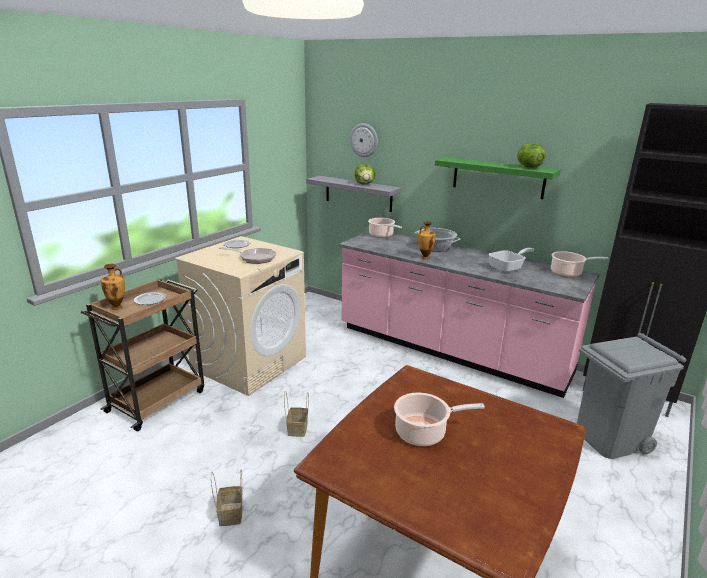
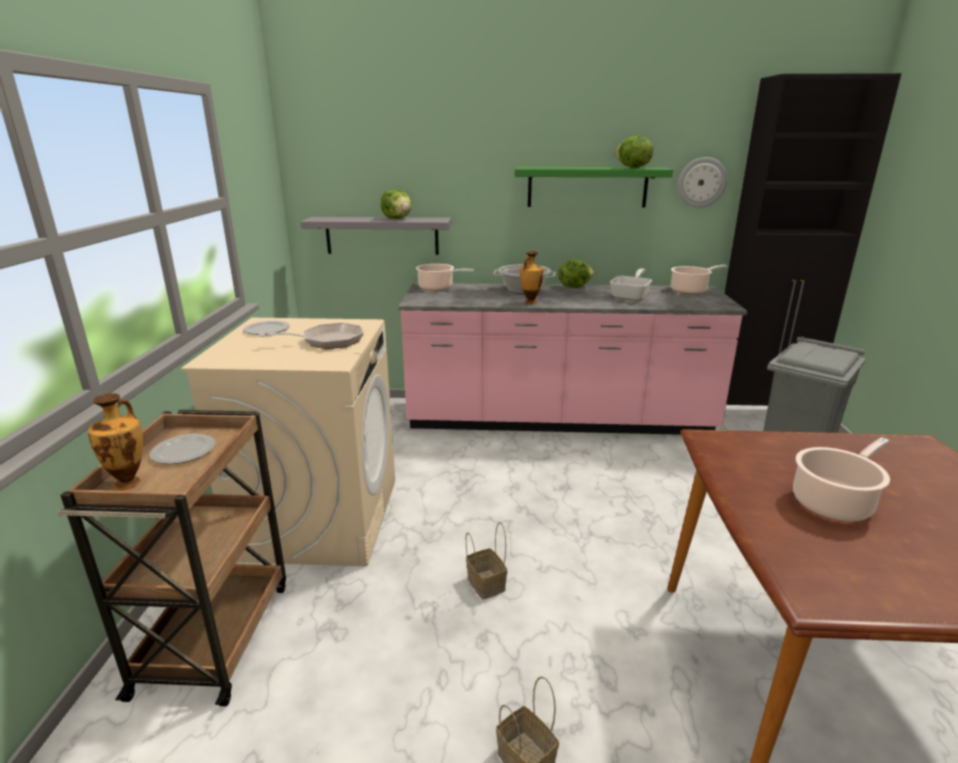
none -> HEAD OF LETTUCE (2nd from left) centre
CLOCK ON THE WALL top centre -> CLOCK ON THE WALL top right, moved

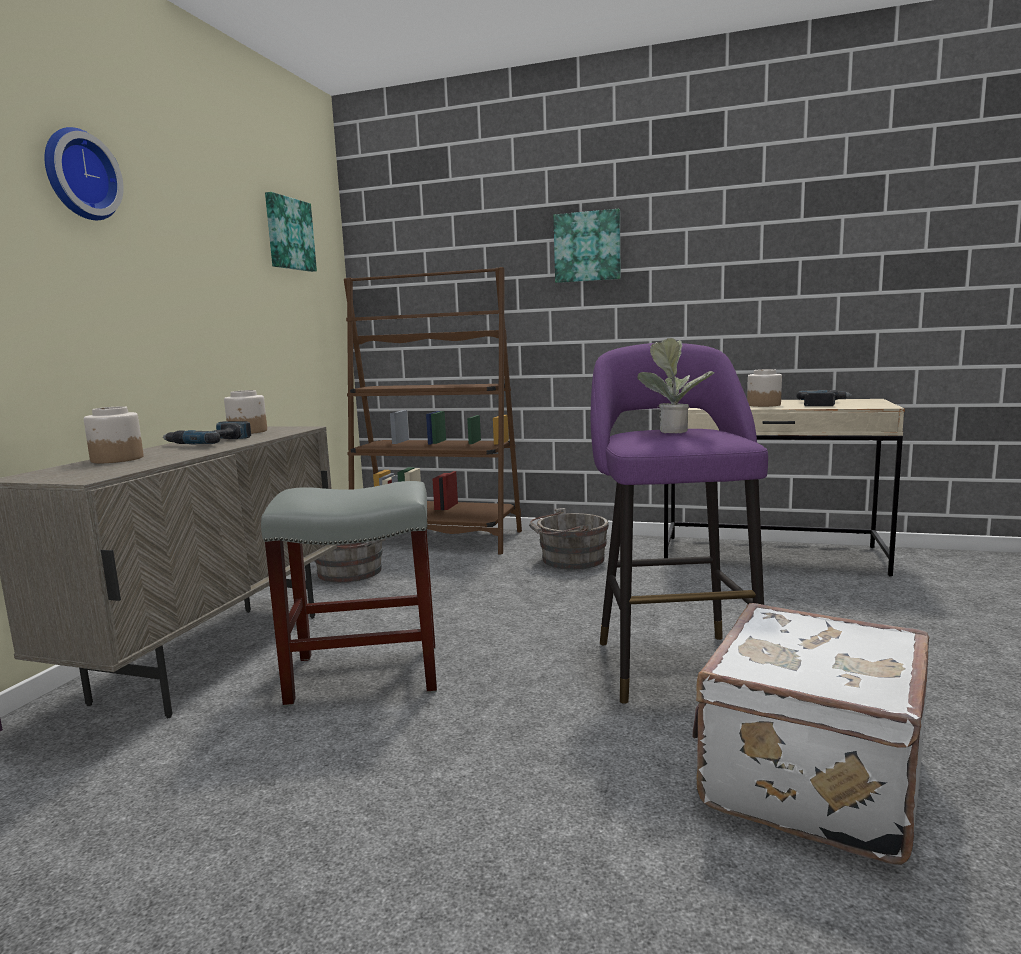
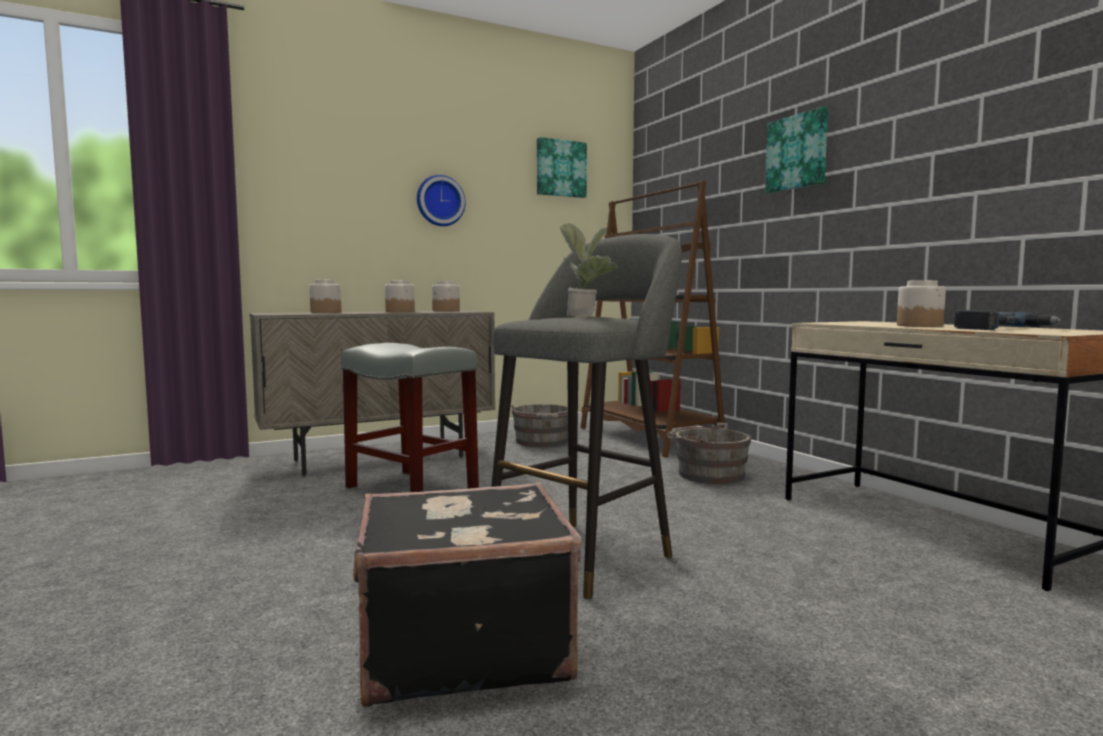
CLOCK ON THE WALL top left -> CLOCK ON THE WALL top centre, moved
POWER DRILL (1st from left) middle left -> JAR (2nd from left) centre
PURPLISH SITTING STOOL centre -> GREY SITTING STOOL (2nd from left) centre
WHITE TRAVEL CASE bottom right -> BLACKISH TRAVEL CASE bottom centre

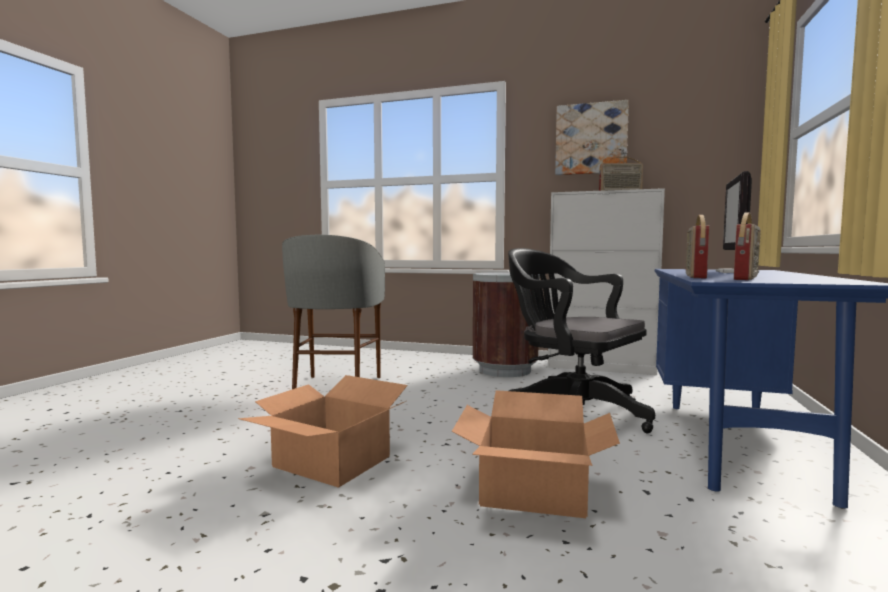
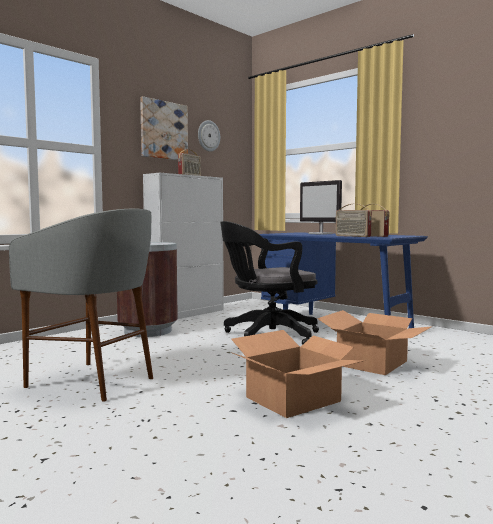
none -> CLOCK ON THE WALL top centre

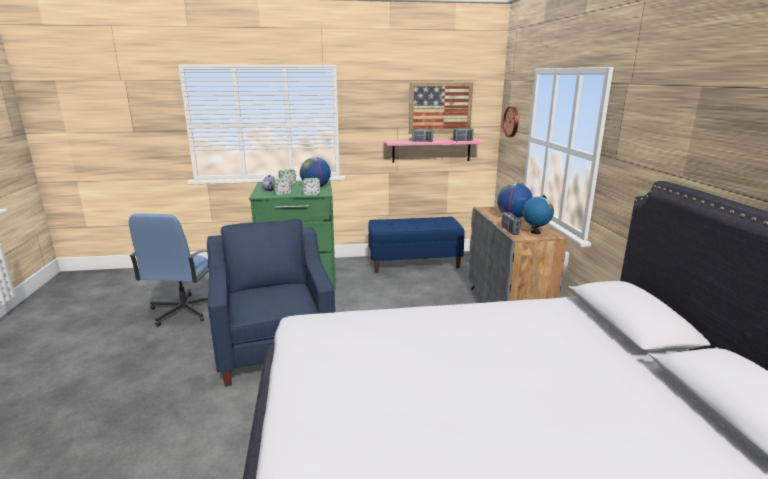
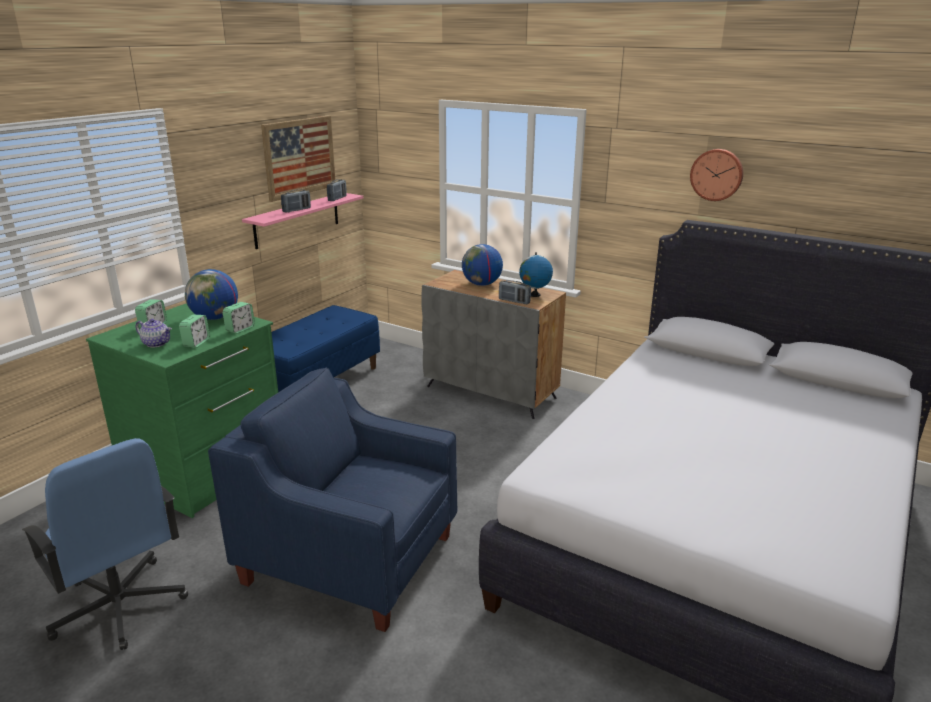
CLOCK ON THE WALL top centre -> CLOCK ON THE WALL top right, moved

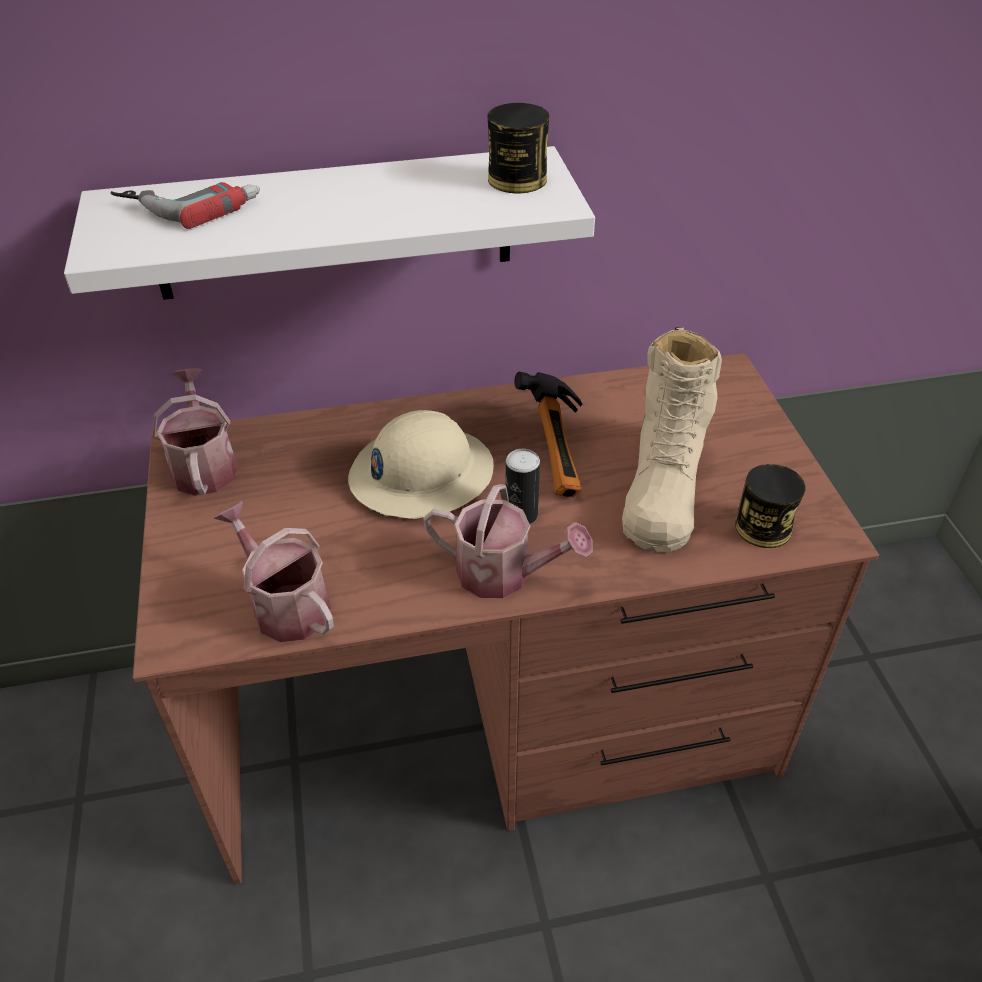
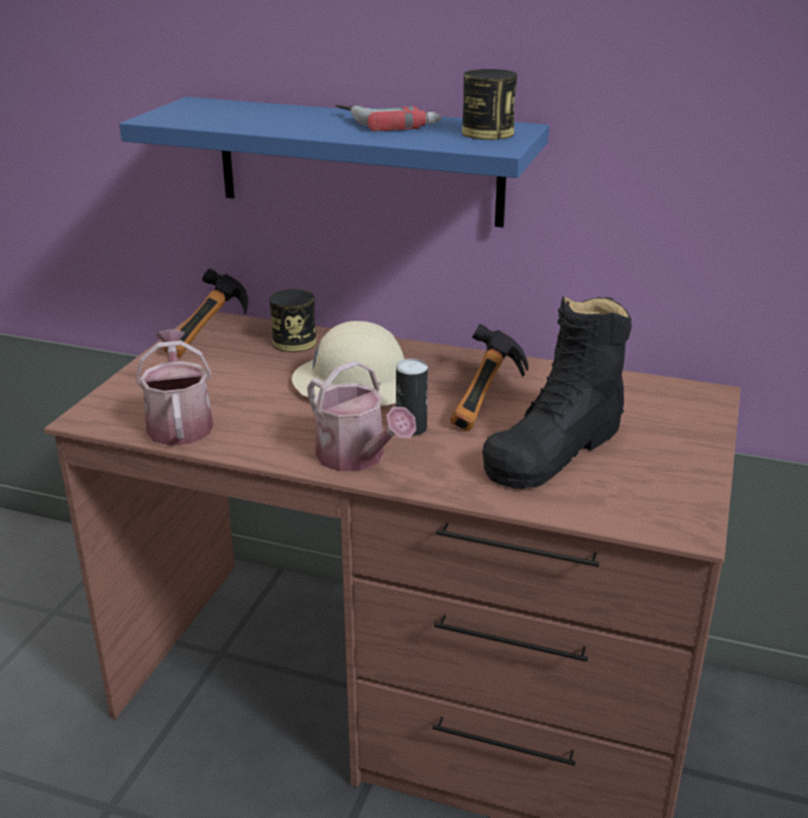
POWER DRILL top left -> POWER DRILL top centre, moved
SEALED CAN (3rd from left in the first image) middle right -> SEALED CAN (1st from left) centre, moved
WATERING POT (1st from left) middle left -> HAMMER (1st from left) middle left
WHITE WALL SHELF top centre -> BLUISH WALL SHELF top centre
BEIGE-COLOURED HIGH-TOP BOOT middle right -> BLACKISH HIGH-TOP BOOT middle right

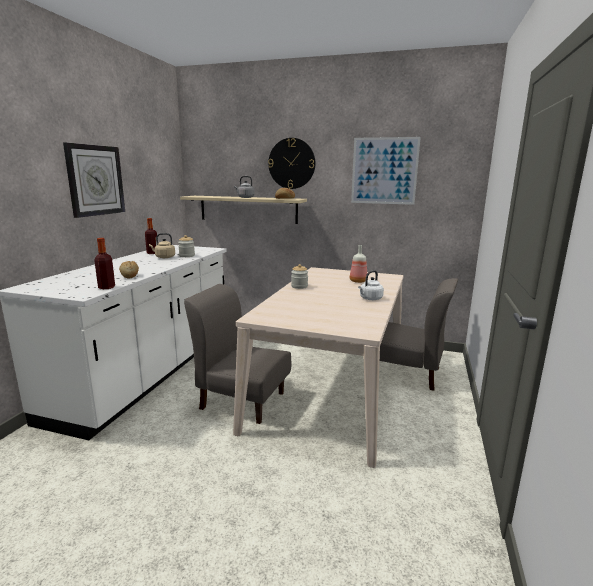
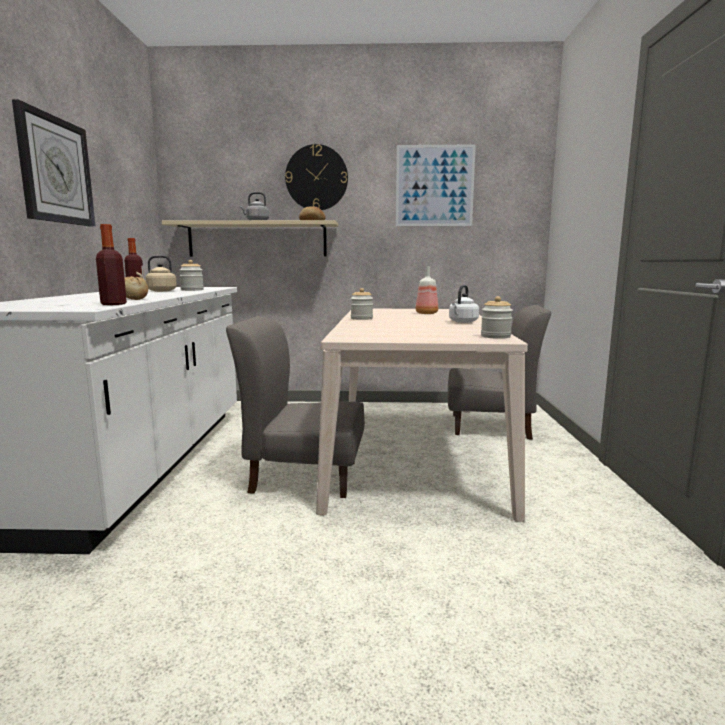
none -> JAR (3rd from left) middle right

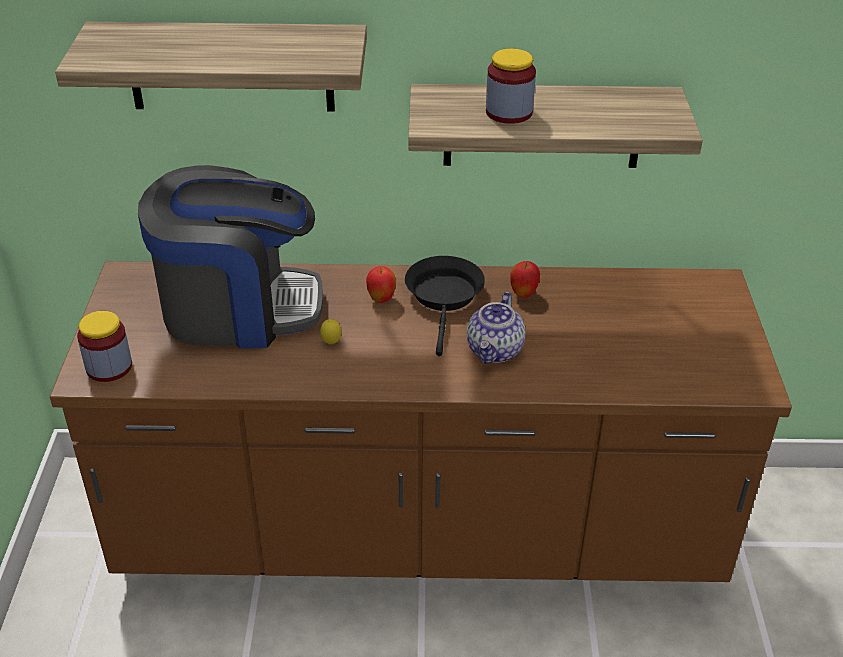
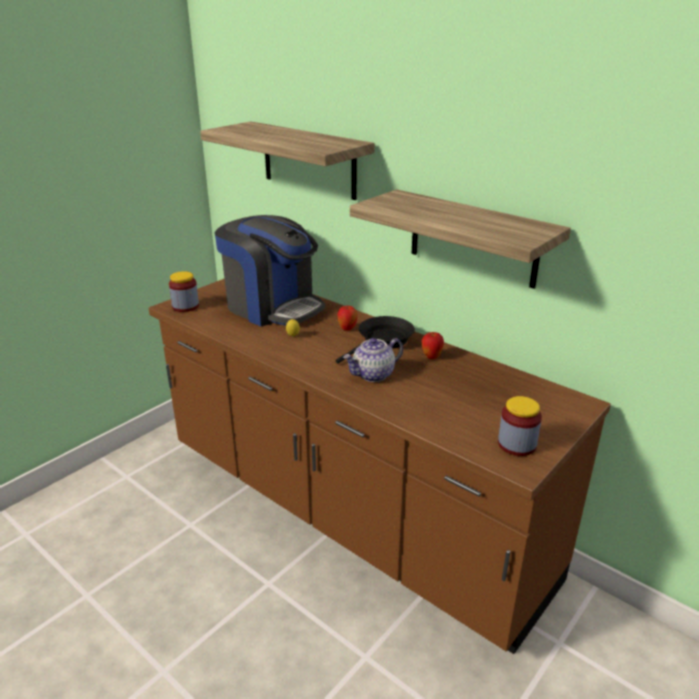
JAR (2nd from left) top centre -> JAR (2nd from left) middle right, moved

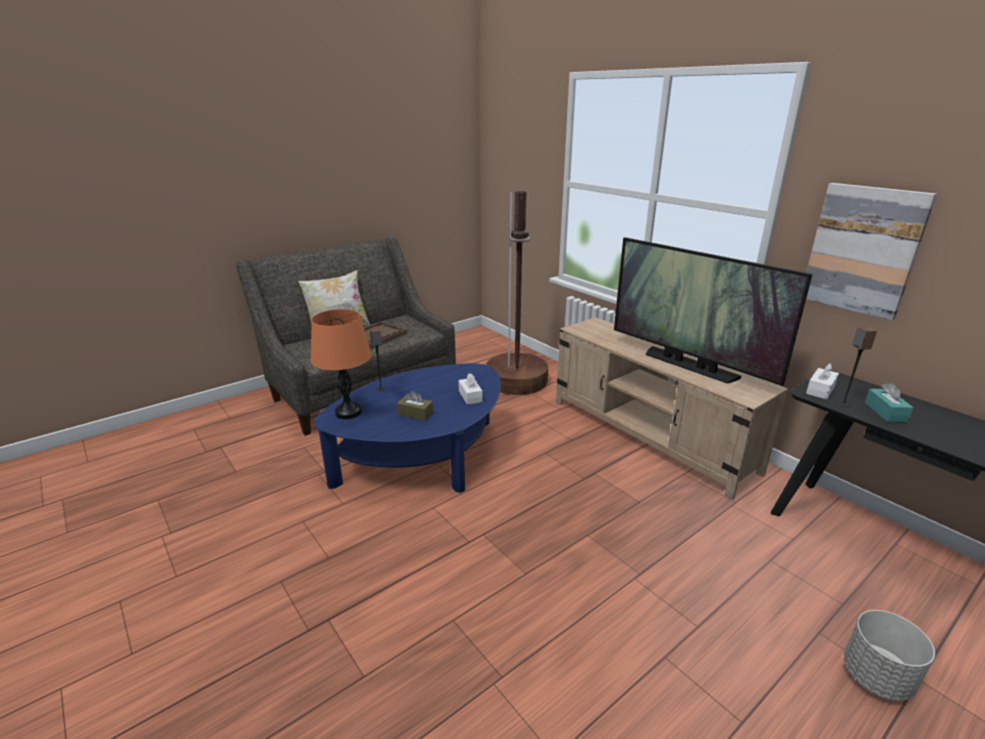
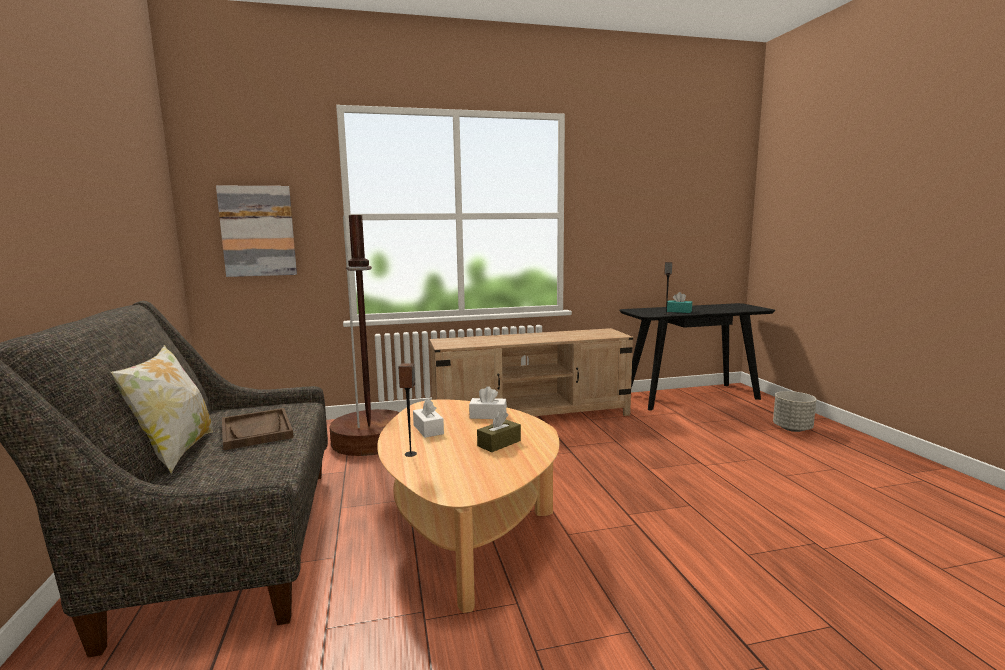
ORANGE TABLETOP LAMP centre -> none
TV SET middle right -> none
WALL PICTURE middle right -> WALL PICTURE middle left, moved
WHITE TISSUE HOLDER (2nd from left in the first image) middle right -> WHITE TISSUE HOLDER (1st from left) centre, moved
BLUISH COFFEE TABLE centre -> BEIGE-COLOURED COFFEE TABLE bottom centre

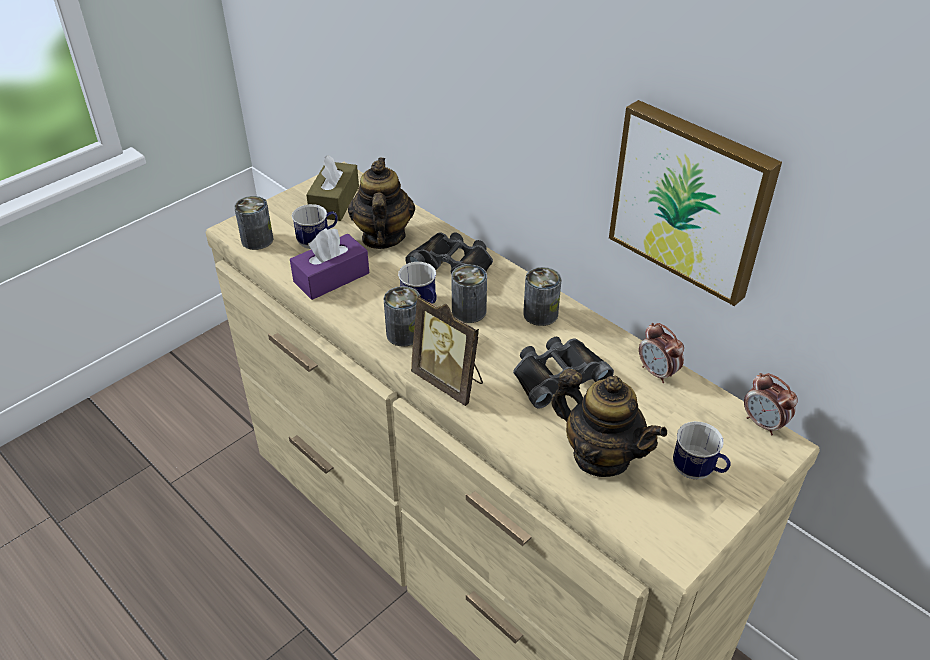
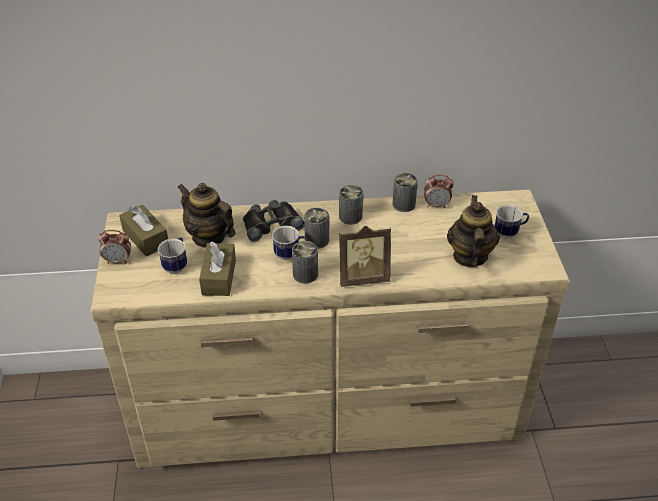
BLACKISH PAIR OF BINOCULARS (2nd from left) centre -> none
WALL PICTURE top right -> none
SEALED CAN (1st from left in the first image) middle left -> SEALED CAN (4th from left) centre, moved
BEDSIDE CLOCK (2nd from left in the first image) middle right -> BEDSIDE CLOCK (1st from left) middle left, moved
PURPLISH TISSUE HOLDER centre -> BROWNISH TISSUE HOLDER (2nd from left) middle left
POT FOR TEA (2nd from left) centre -> POT FOR TEA (2nd from left) middle right, 75 degrees counterclockwise

